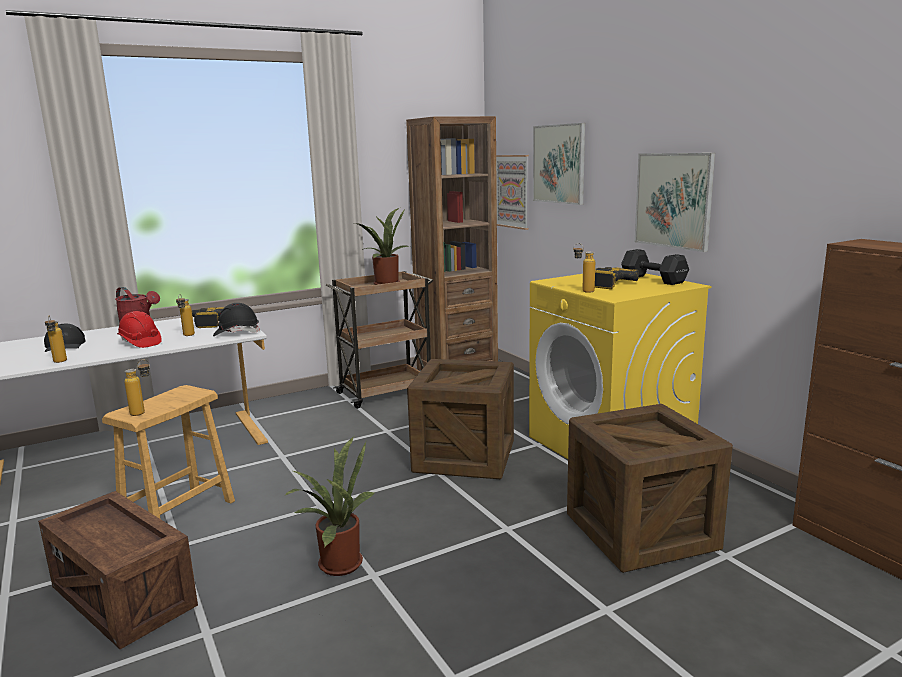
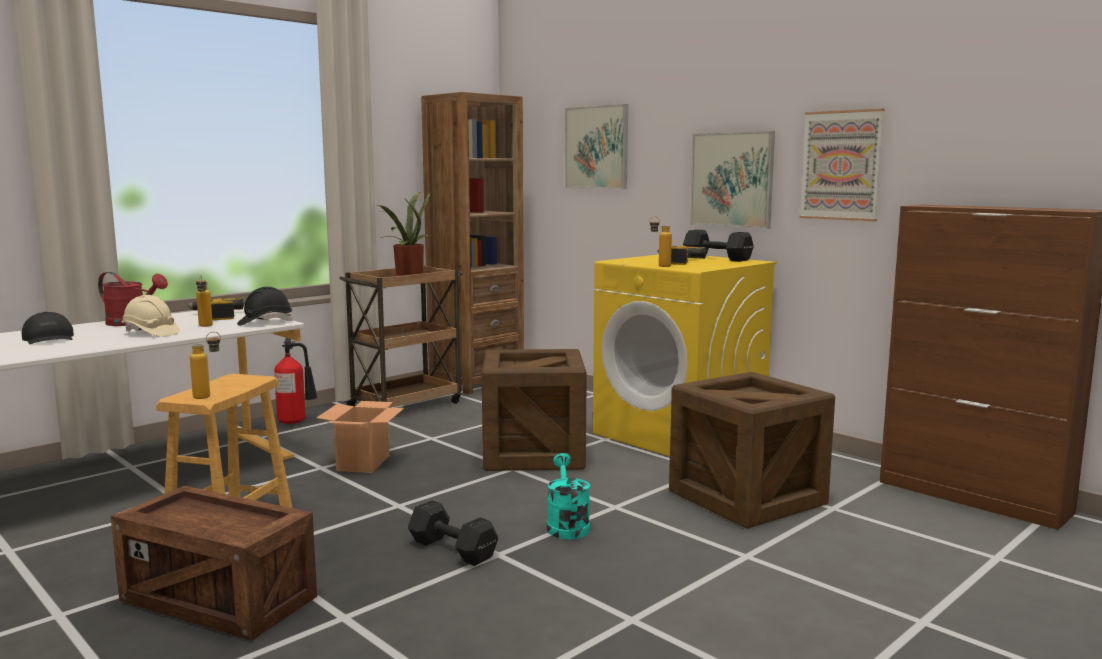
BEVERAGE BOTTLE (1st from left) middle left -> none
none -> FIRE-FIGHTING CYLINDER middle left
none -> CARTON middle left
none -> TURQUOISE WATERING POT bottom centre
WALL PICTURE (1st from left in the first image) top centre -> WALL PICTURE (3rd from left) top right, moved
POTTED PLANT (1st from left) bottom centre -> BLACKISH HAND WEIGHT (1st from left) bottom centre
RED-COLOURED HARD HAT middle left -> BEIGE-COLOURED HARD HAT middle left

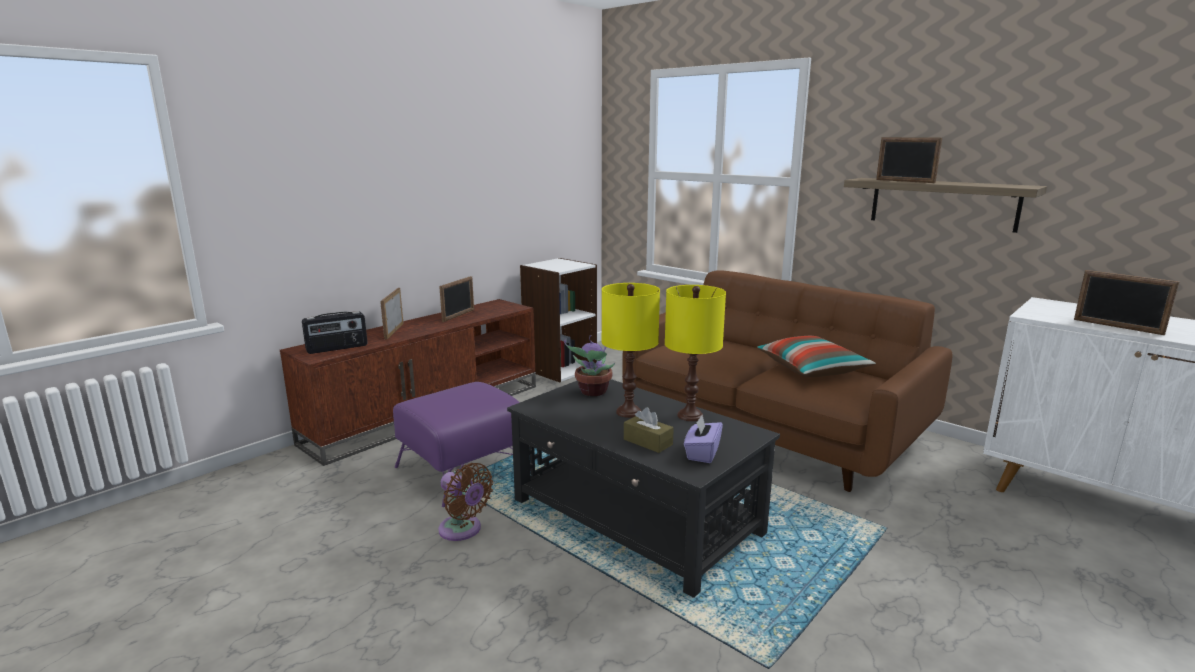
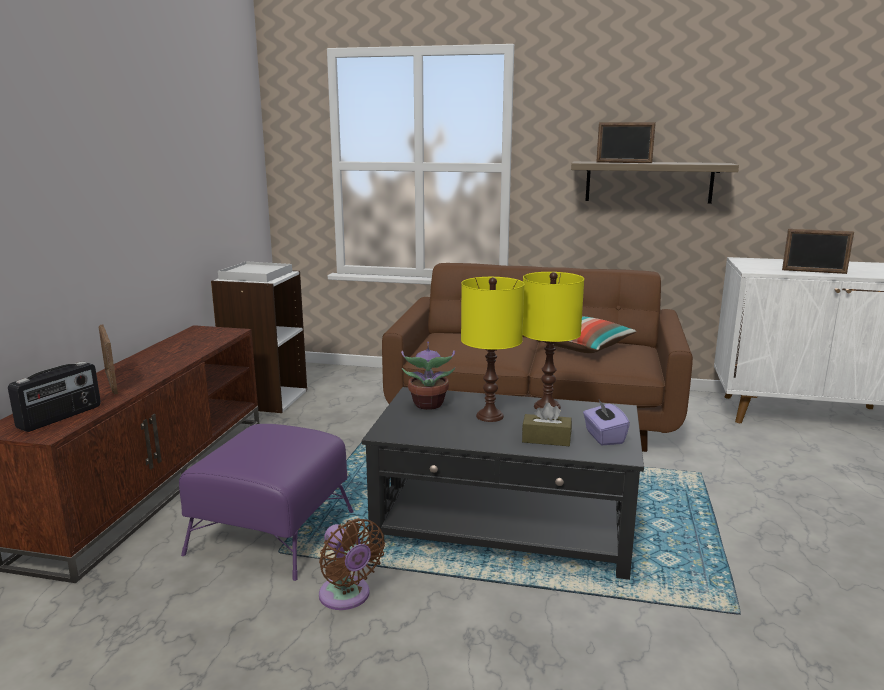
PICTURE FRAME (2nd from left) centre -> none
none -> WHITE TRAY middle left
BROWNISH COOLING FAN bottom centre, 45 degrees clockwise

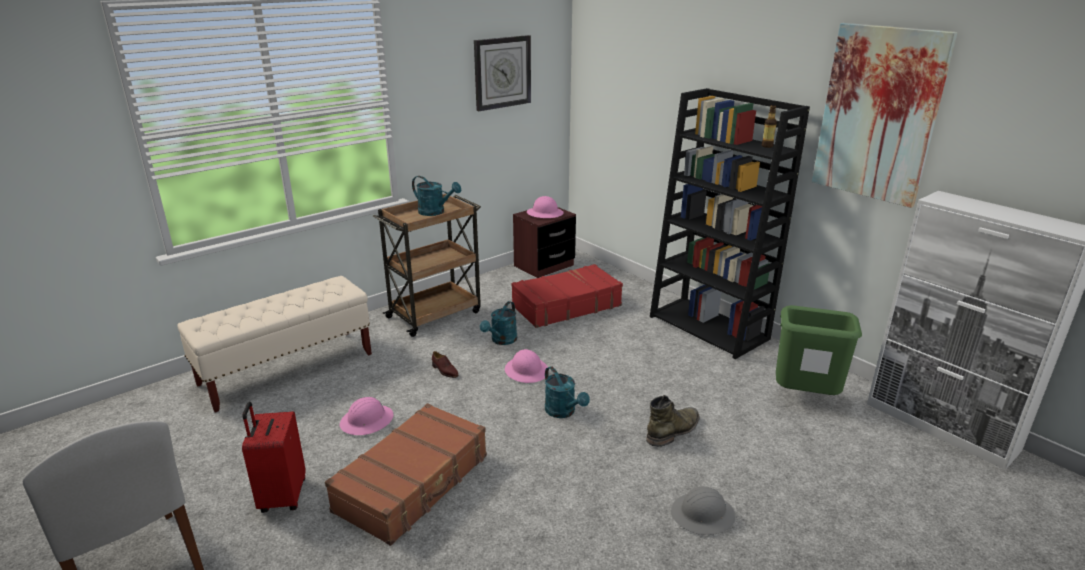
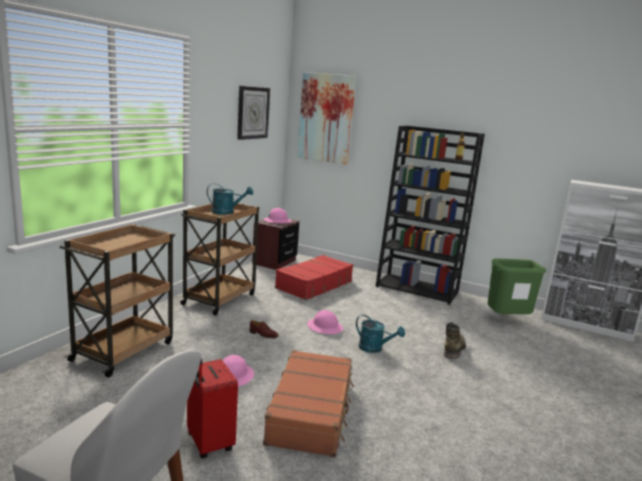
TURQUOISE WATERING POT (2nd from left) centre -> none
GREY HARD HAT bottom centre -> none
WALL PICTURE top right -> WALL PICTURE top centre, moved
BEIGE-COLOURED LONG SEAT middle left -> BROWNISH WHEELED CART (1st from left) middle left

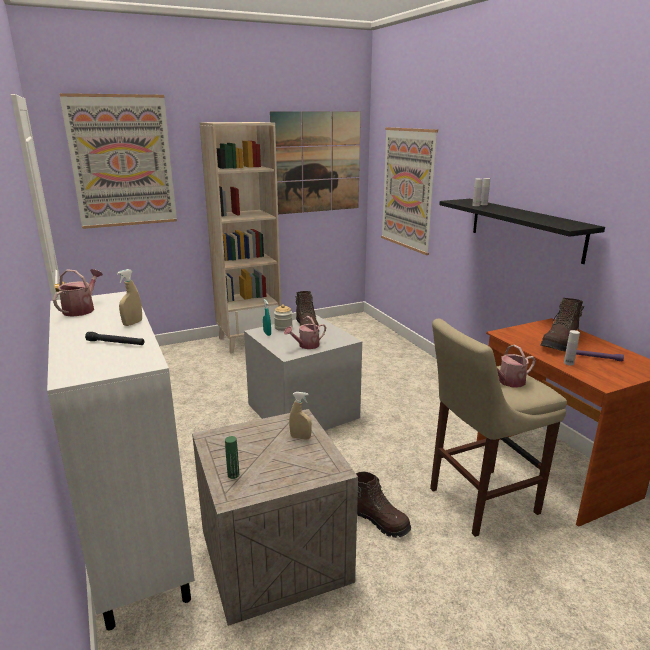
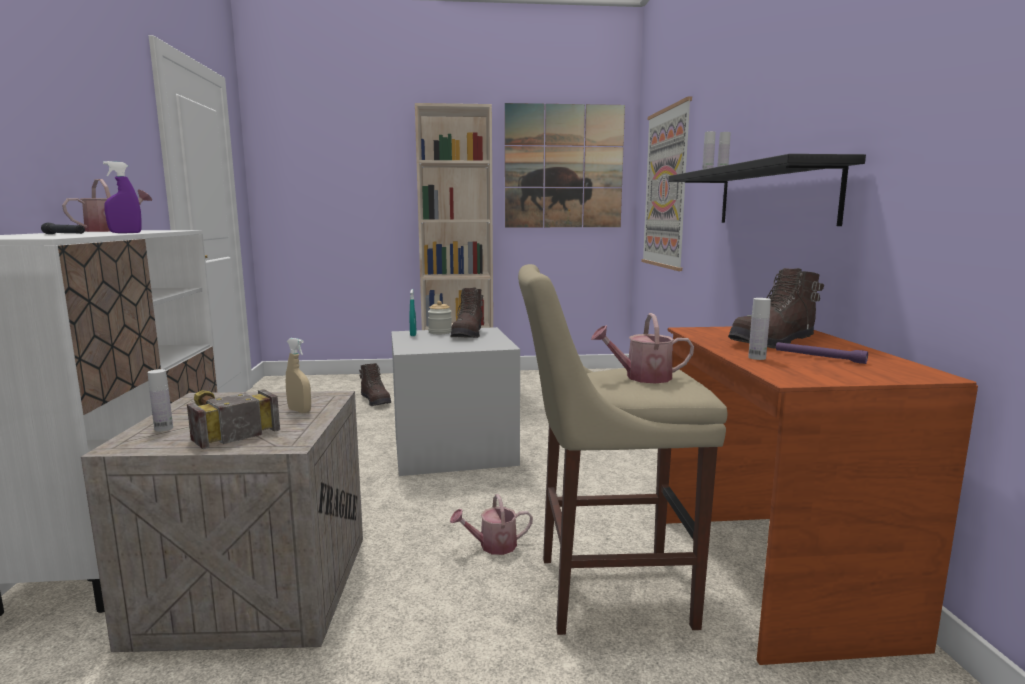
WALL PICTURE (1st from left) top left -> none
none -> HAMMER middle left
WATERING POT (2nd from left) centre -> WATERING POT (2nd from left) bottom centre, moved
BROWNISH HIGH-TOP BOOT (2nd from left in the first image) bottom centre -> BROWNISH HIGH-TOP BOOT (1st from left) centre, moved
BEIGE-COLOURED SPRAYER (1st from left) middle left -> PURPLISH SPRAYER top left
GREENISH BEVERAGE BOTTLE bottom centre -> WHITE BEVERAGE BOTTLE (1st from left) middle left

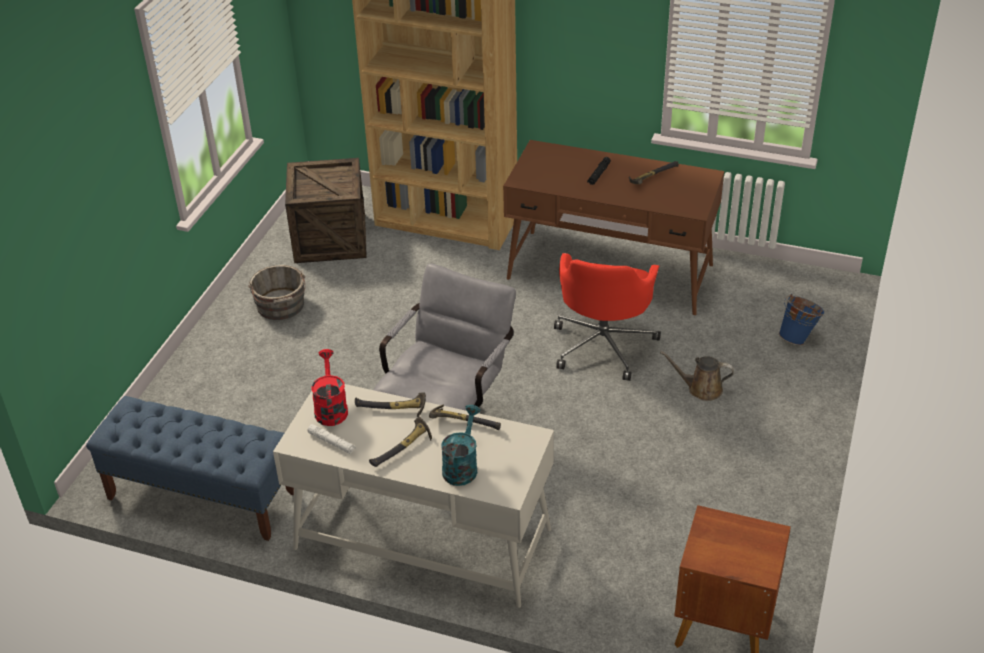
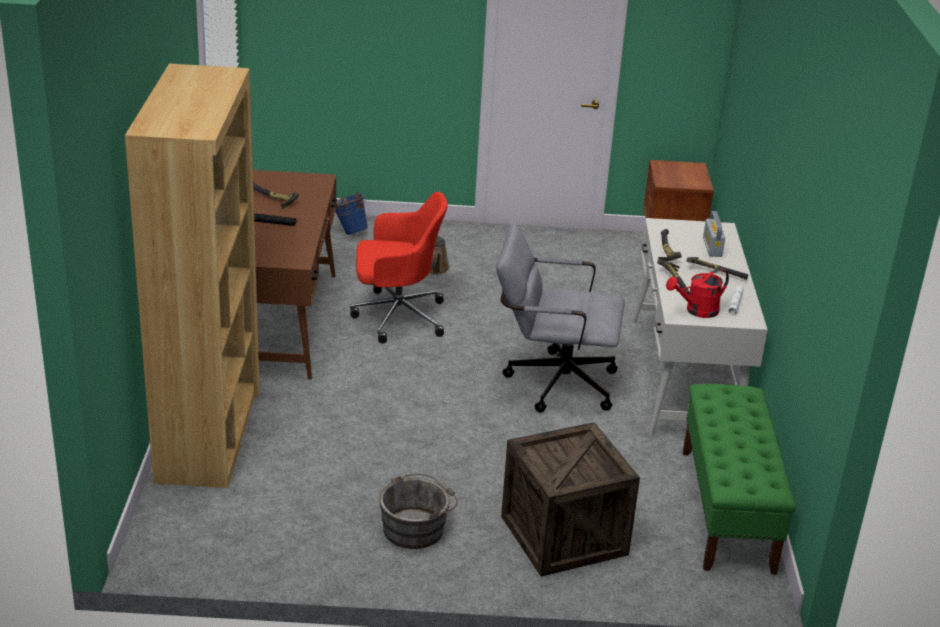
PACKING CRATE top left -> PACKING CRATE bottom centre, moved
TURQUOISE WATERING POT bottom centre -> RADIO middle right
BLUISH LONG SEAT bottom left -> GREENISH LONG SEAT bottom right

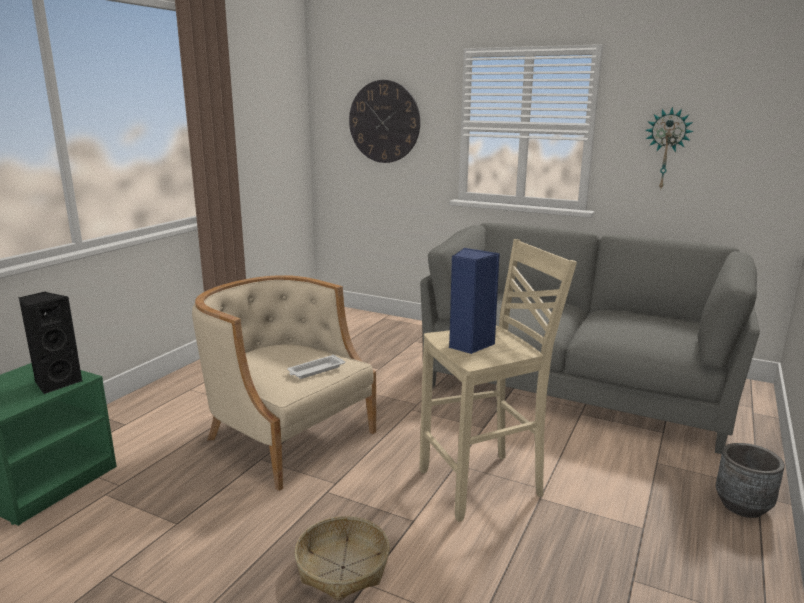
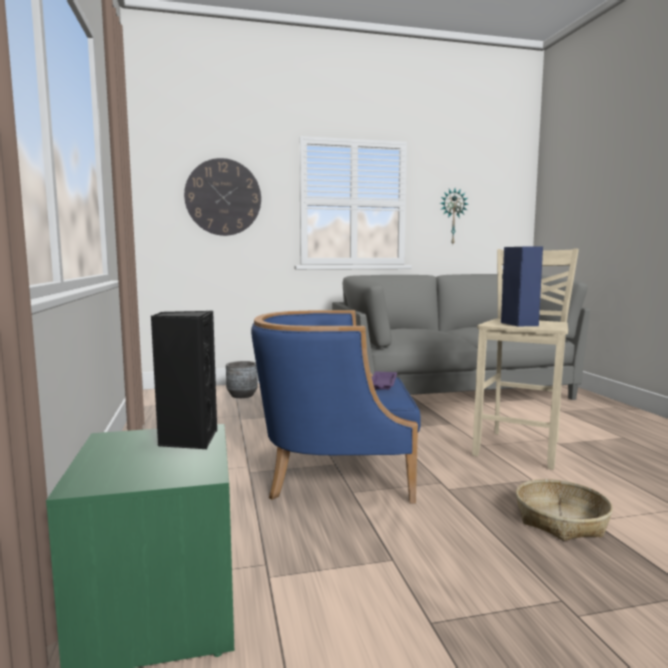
GREY FLOWER POT bottom right -> GREY FLOWER POT centre, moved
BEIGE-COLOURED EASY CHAIR centre -> BLUISH EASY CHAIR centre
WHITE TRAY centre -> PURPLISH TRAY centre

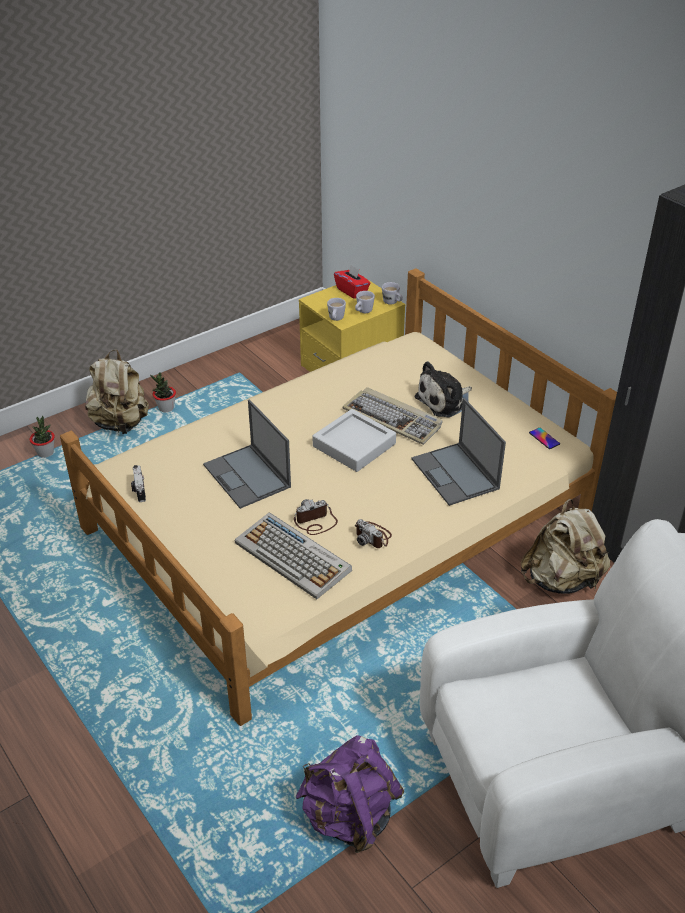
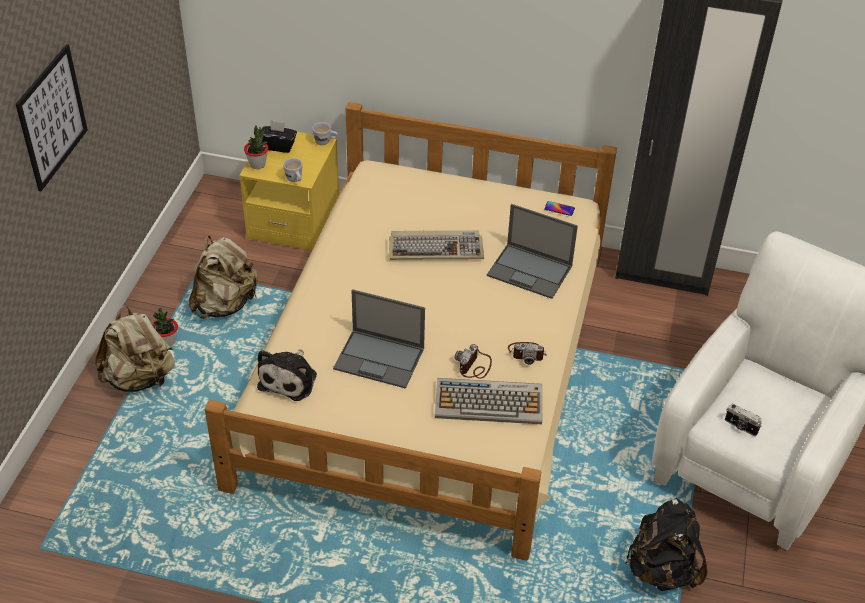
GREY TRAY centre -> none
WHITE MUG (2nd from left) top centre -> none
none -> WALL PICTURE top left
POTTED PLANT (1st from left in the first image) middle left -> POTTED PLANT (2nd from left) top left, moved
STILL CAMERA (1st from left in the first image) middle left -> STILL CAMERA (3rd from left) bottom right, moved
CUDDLY TOY centre -> CUDDLY TOY middle left, moved
BEIGE-COLOURED KNAPSACK (2nd from left) middle right -> BEIGE-COLOURED KNAPSACK (2nd from left) middle left, moved
PURPLISH KNAPSACK bottom centre -> BLACKISH KNAPSACK bottom right
RED-COLOURED TISSUE HOLDER top centre -> BLACKISH TISSUE HOLDER top left

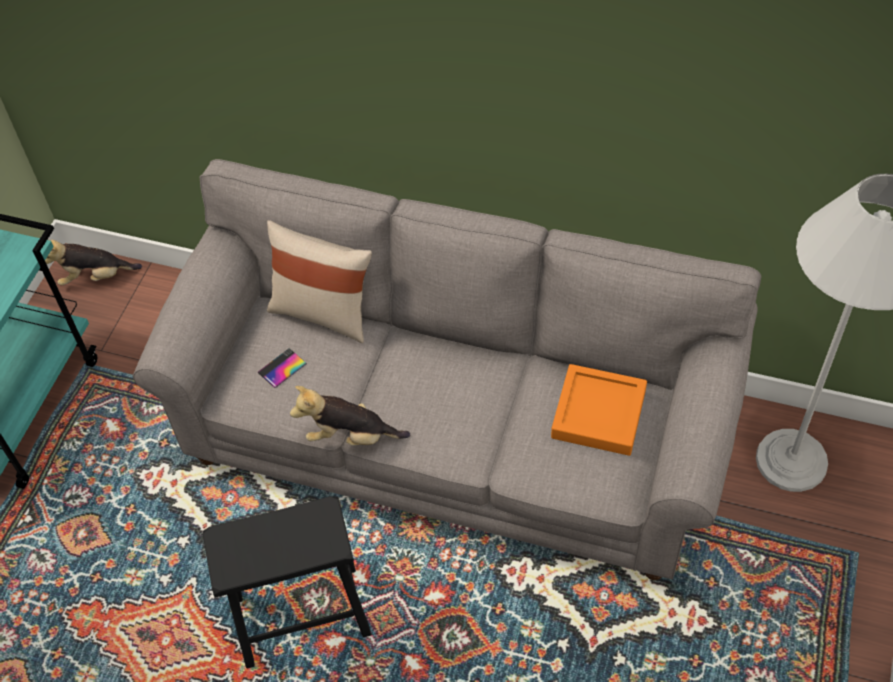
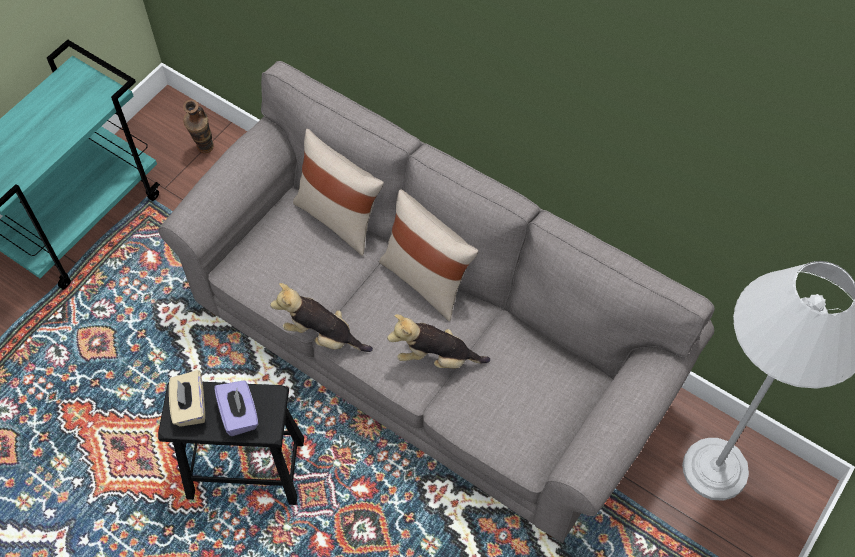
HANDSET middle left -> none
ORANGE TRAY middle right -> none
none -> BEIGE-COLOURED TISSUE HOLDER bottom left
none -> VASE top left
none -> PURPLISH TISSUE HOLDER bottom left
none -> BEIGE-COLOURED PILLOW (2nd from left) centre
CUDDLY TOY (1st from left in the first image) middle left -> CUDDLY TOY (2nd from left) centre, moved

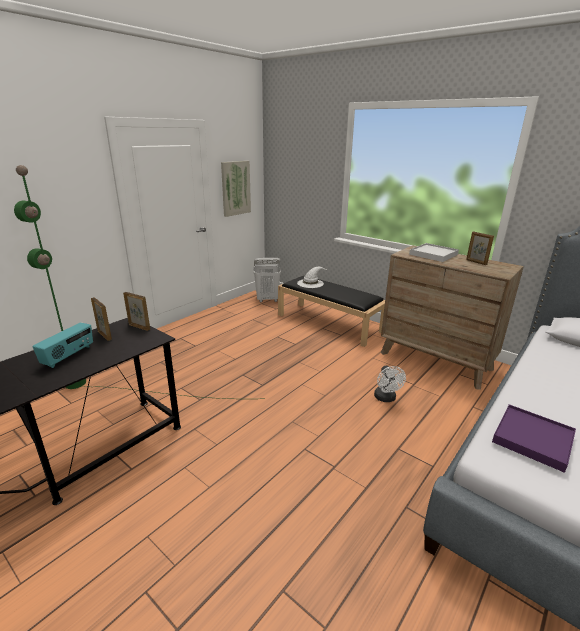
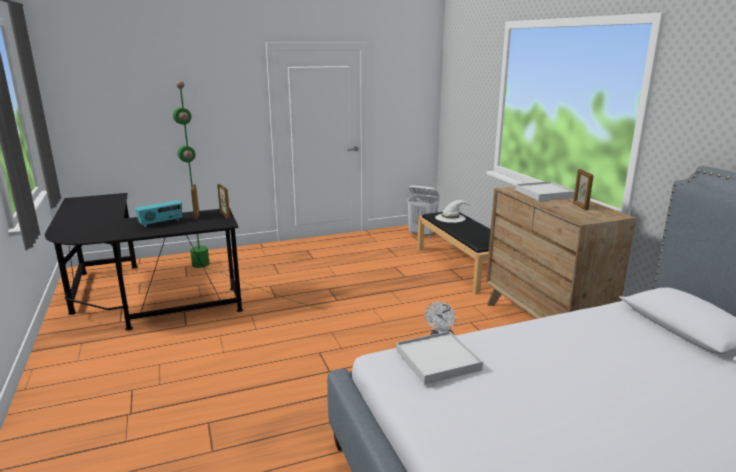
WALL PICTURE top centre -> none
PURPLISH TRAY bottom right -> WHITE TRAY (1st from left) bottom centre

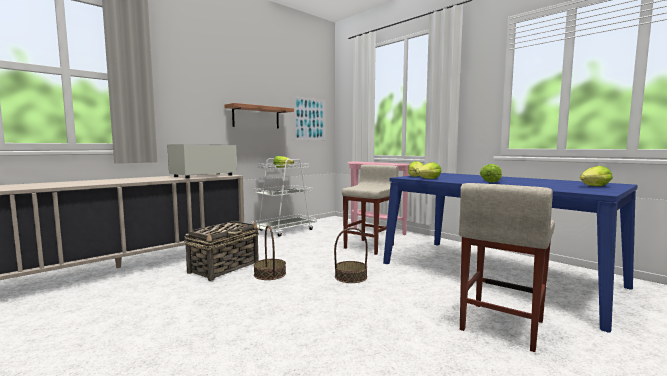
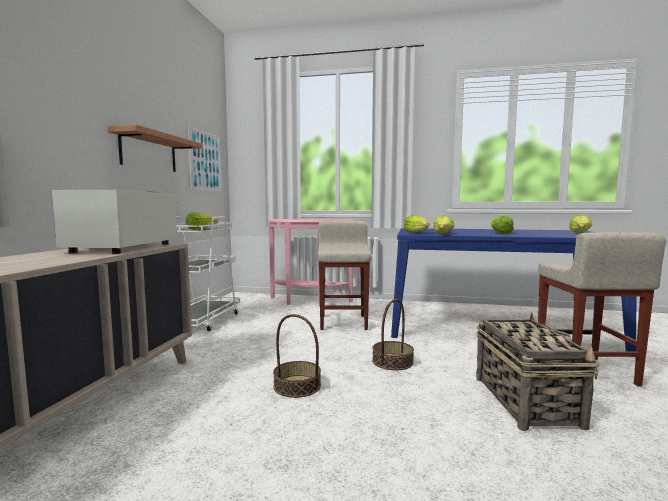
HOUSEHOLD BASKET (1st from left in the first image) bottom left -> HOUSEHOLD BASKET (3rd from left) bottom right, moved

